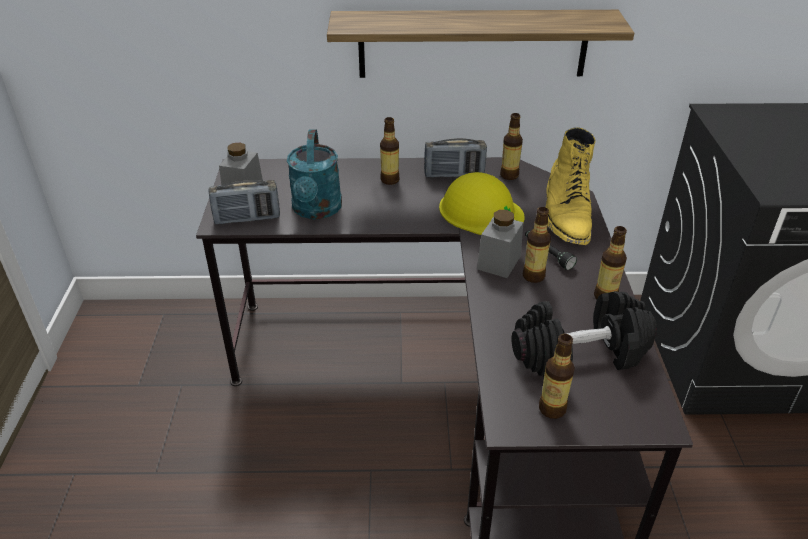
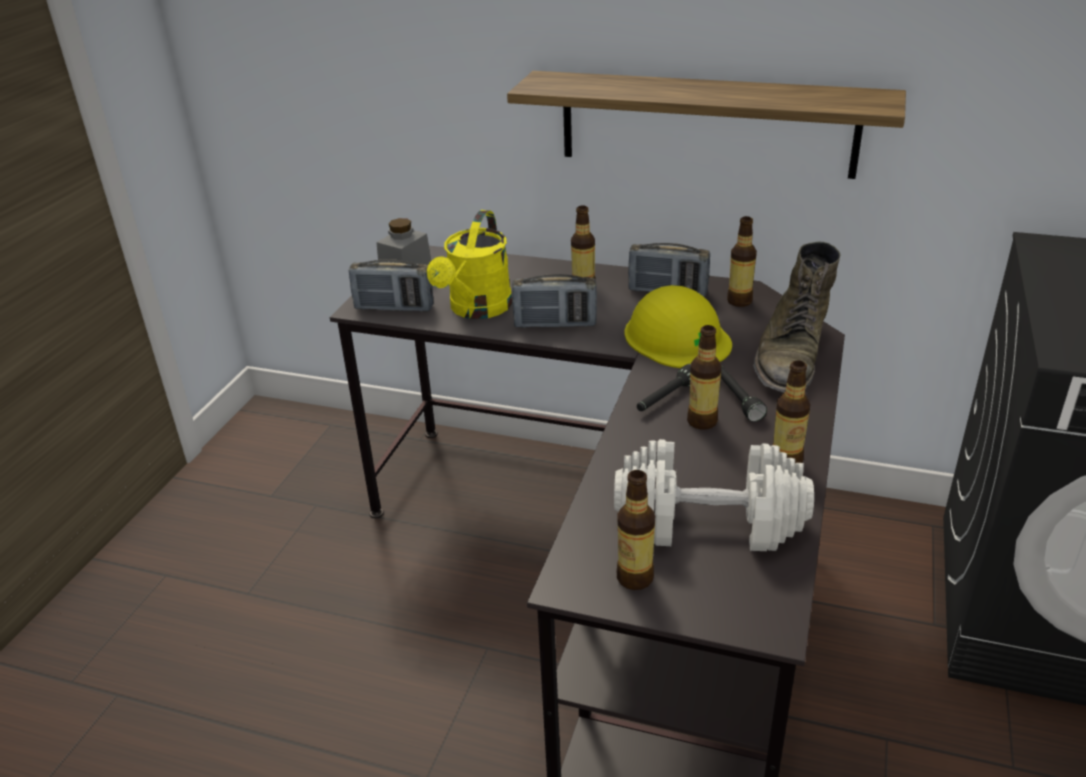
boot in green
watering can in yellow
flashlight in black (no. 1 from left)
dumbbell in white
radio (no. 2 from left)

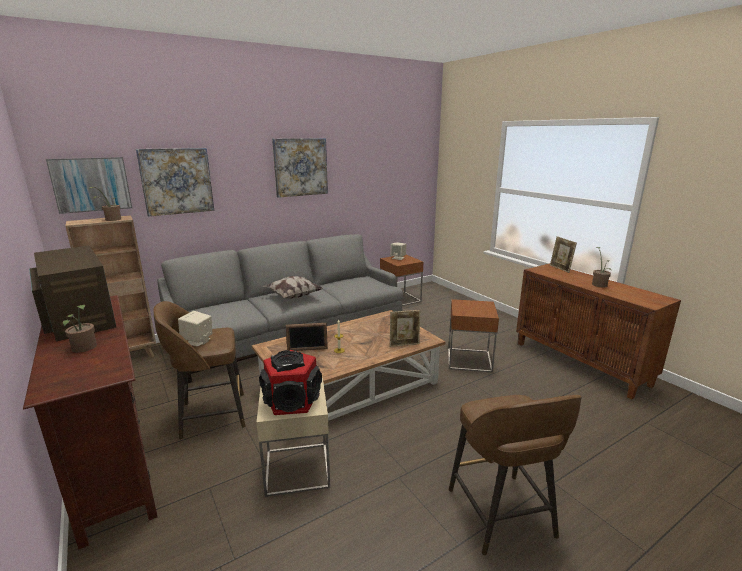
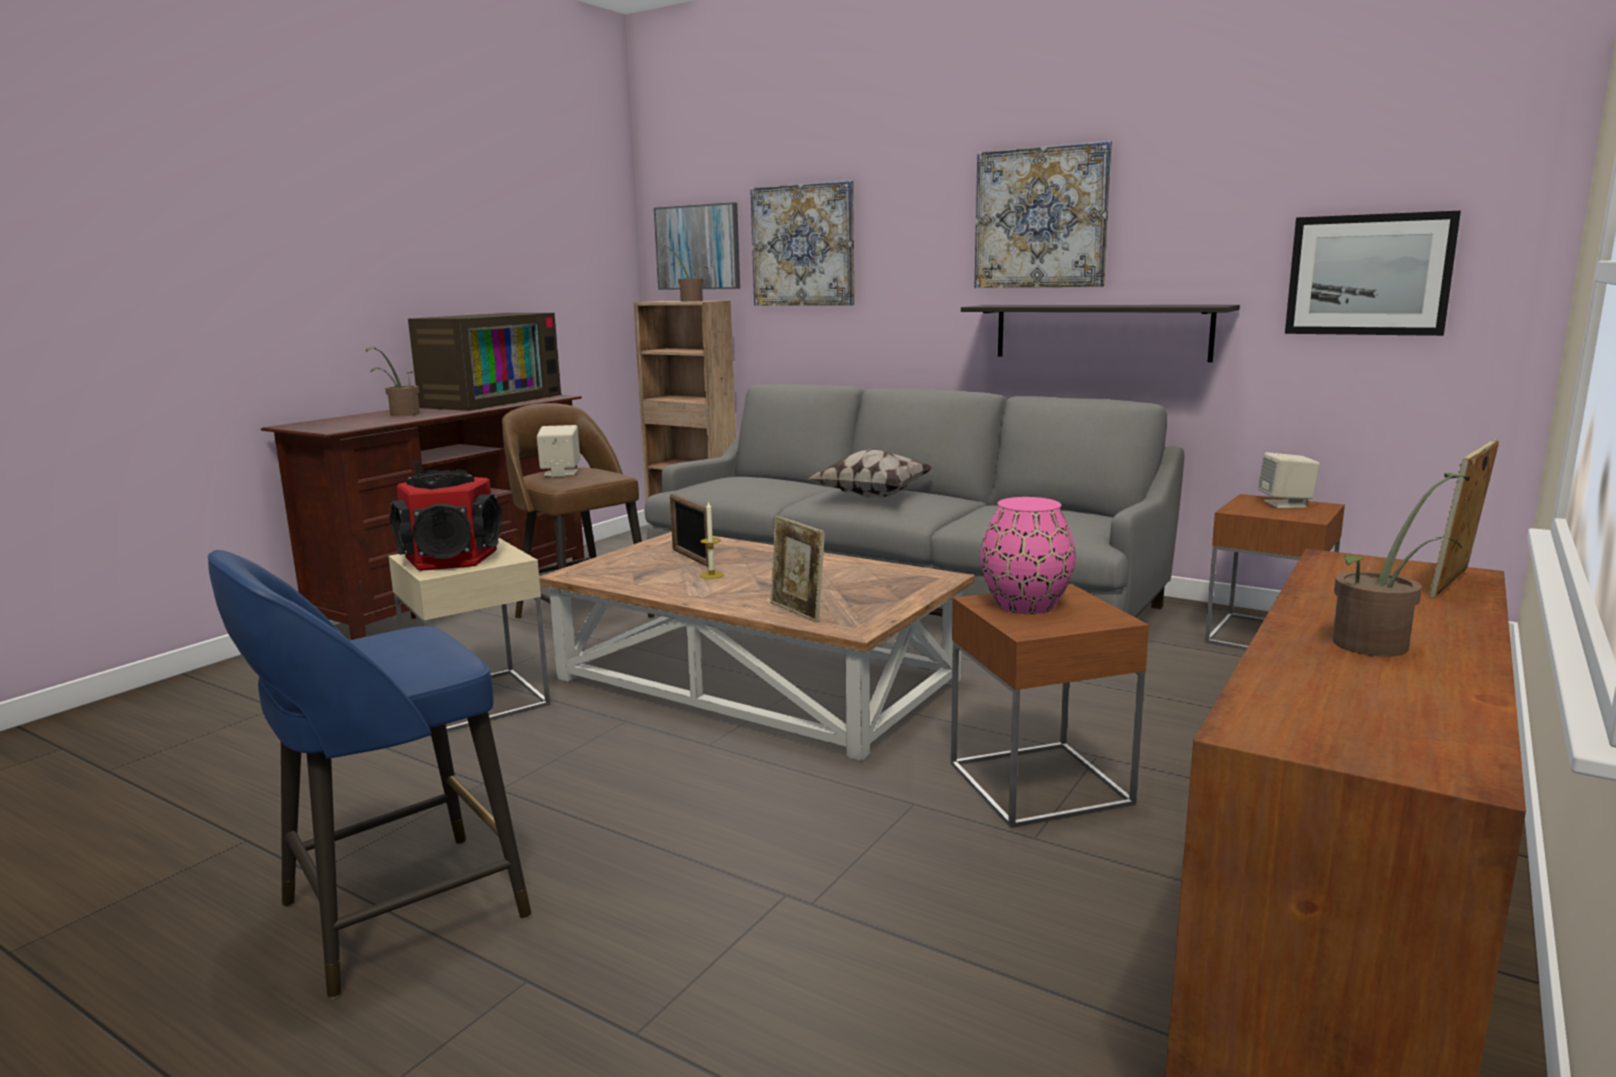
stool in blue
picture (no. 4 from left)
shelf
vase in pink

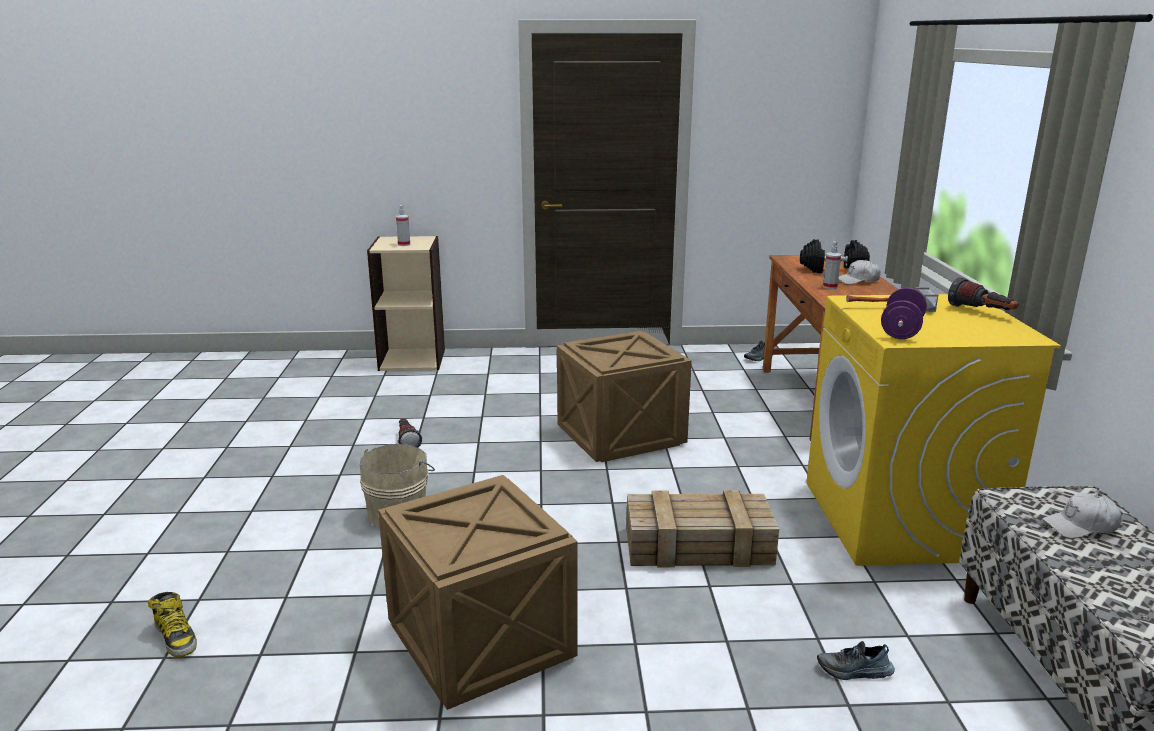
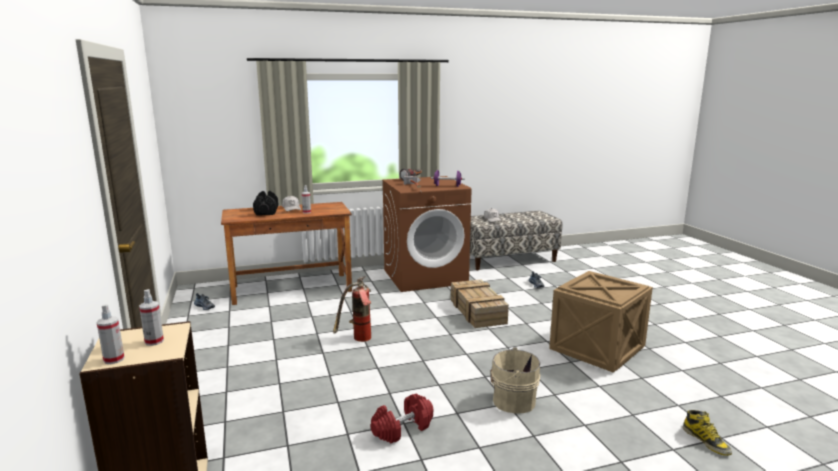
washing machine in brown
fire extinguisher
dumbbell in red
boot
spray bottle (no. 1 from left)

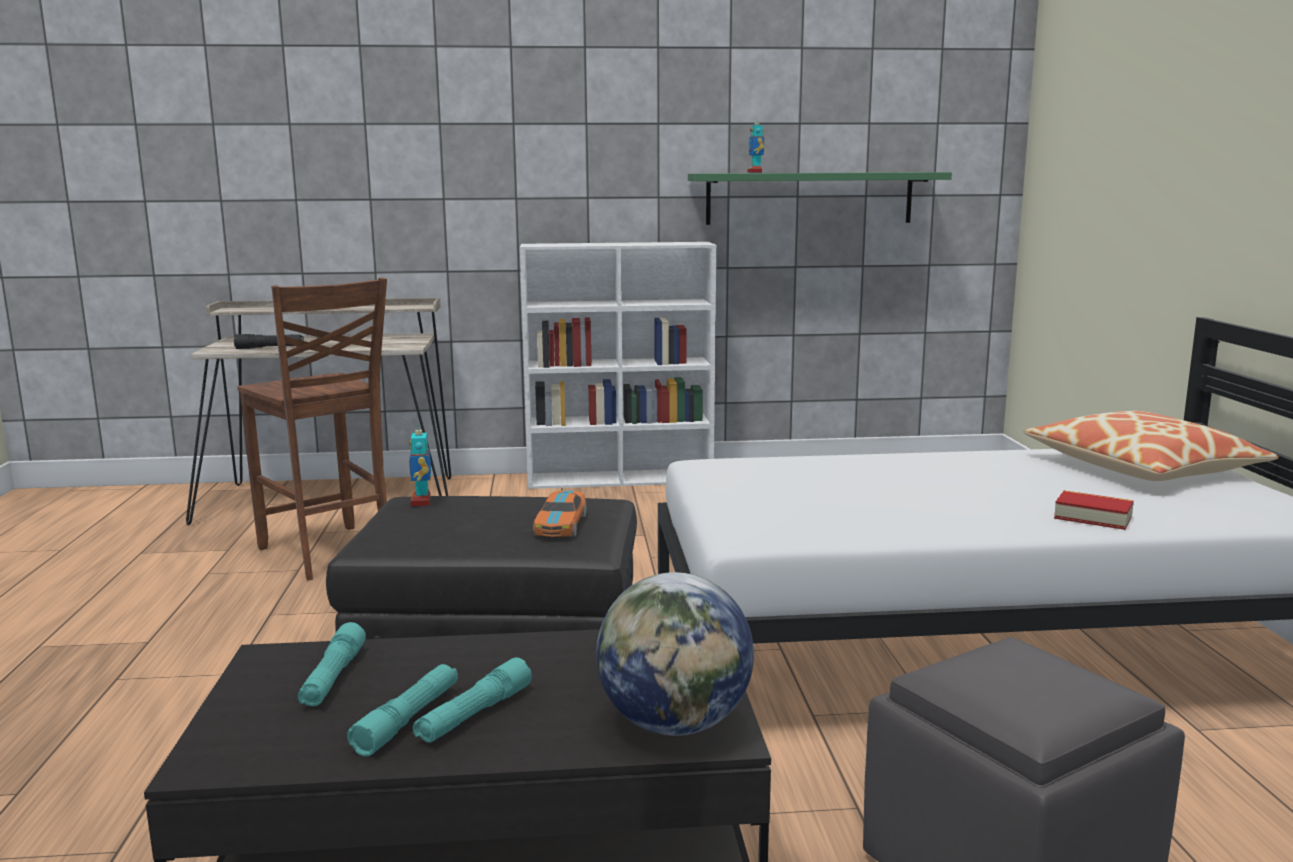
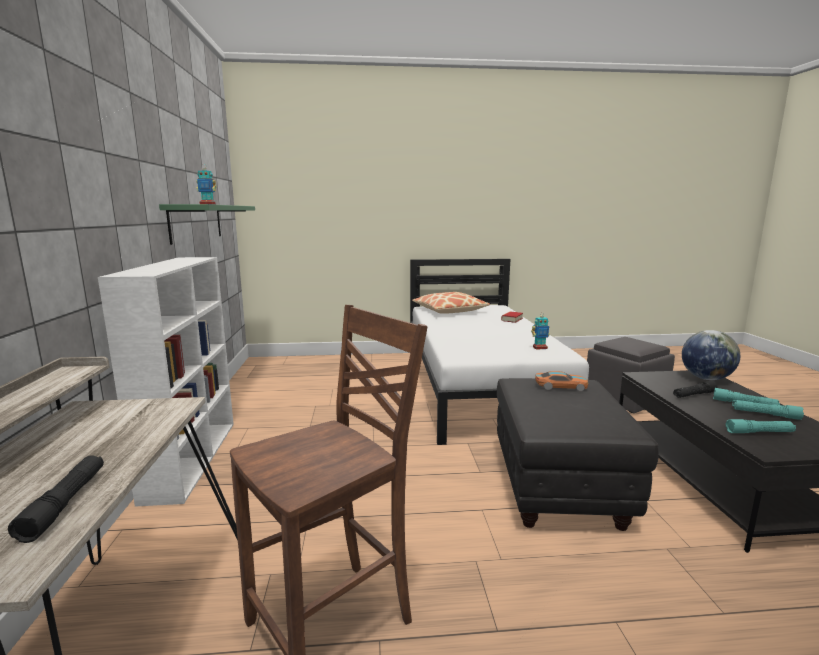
toy robot (no. 2 from left)
flashlight in black (no. 2 from left)

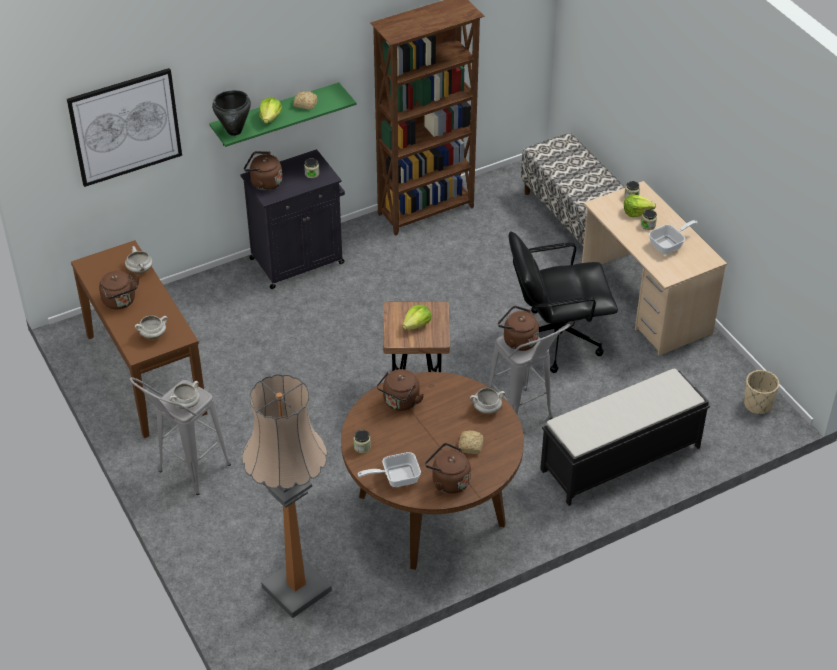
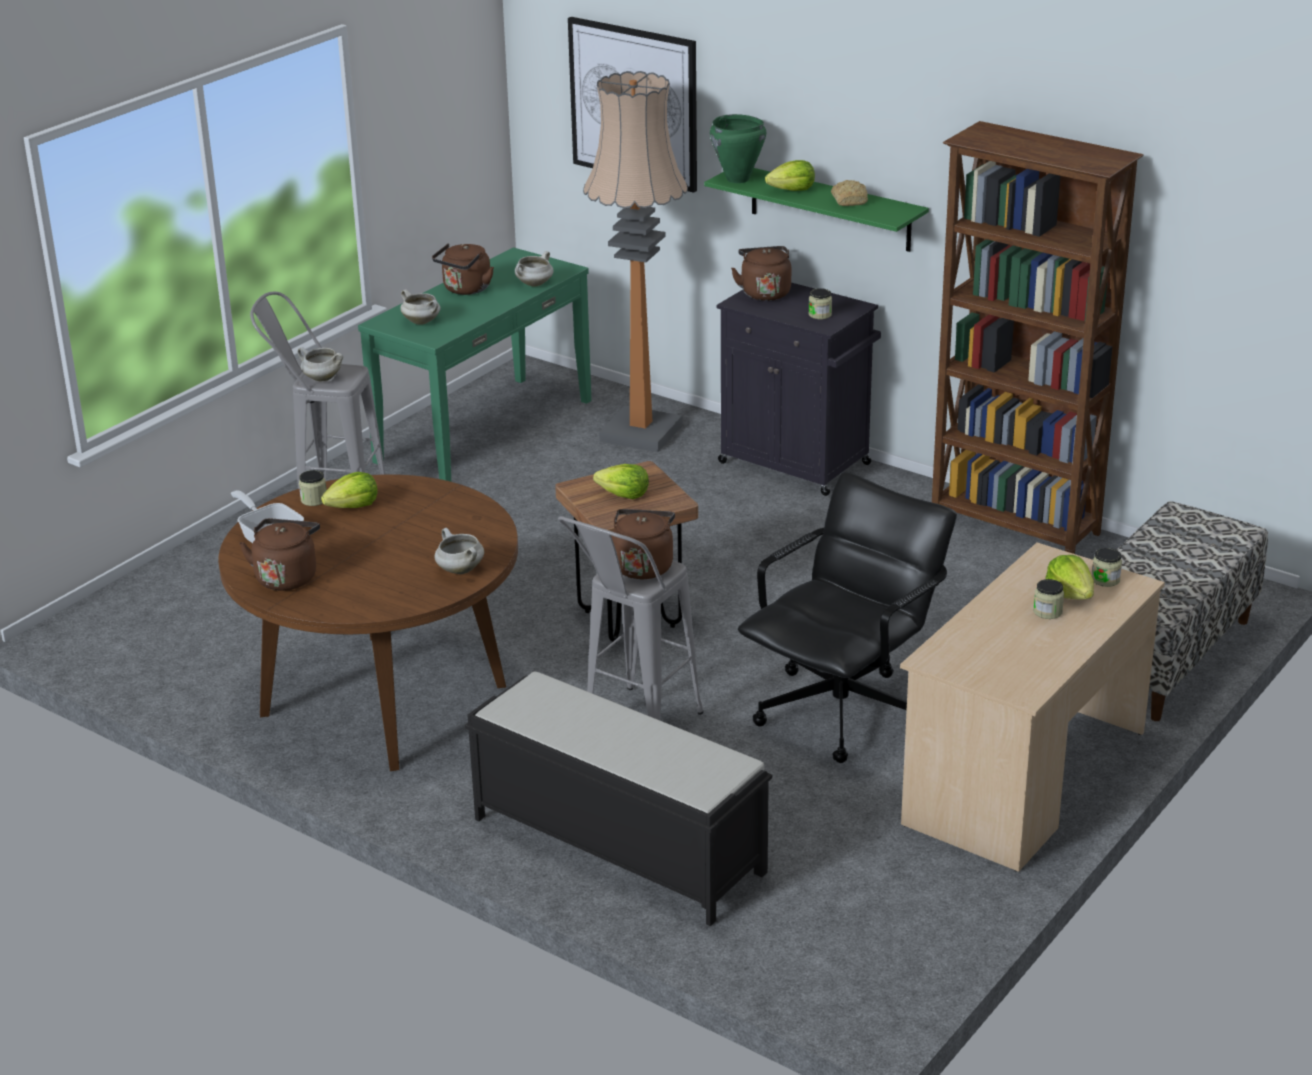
cooking pot in green
frying pan (no. 2 from left in the first image)
office chair in black
console table in green
kettle in brown (no. 3 from left in the first image)
planter in beige
floor lamp
bread (no. 2 from left in the first image)
lettuce (no. 1 from left)

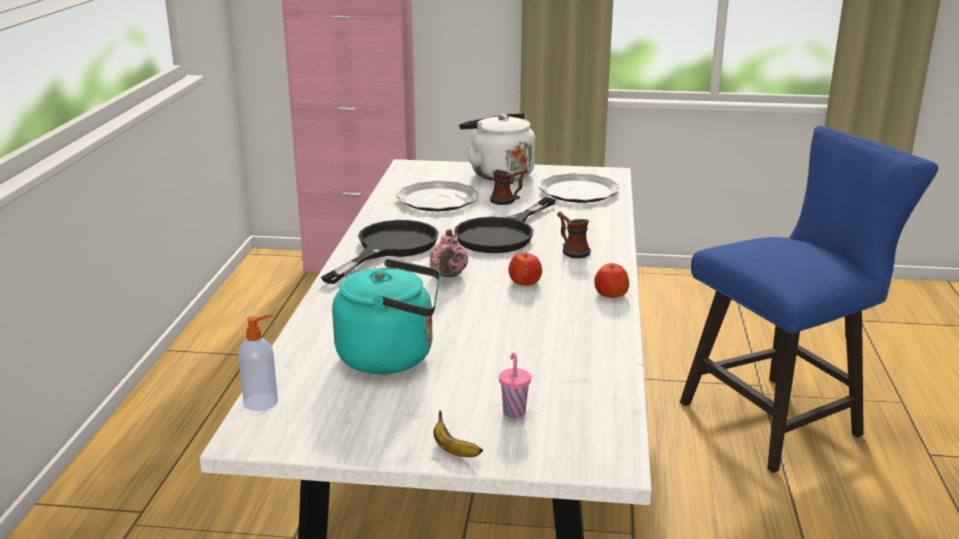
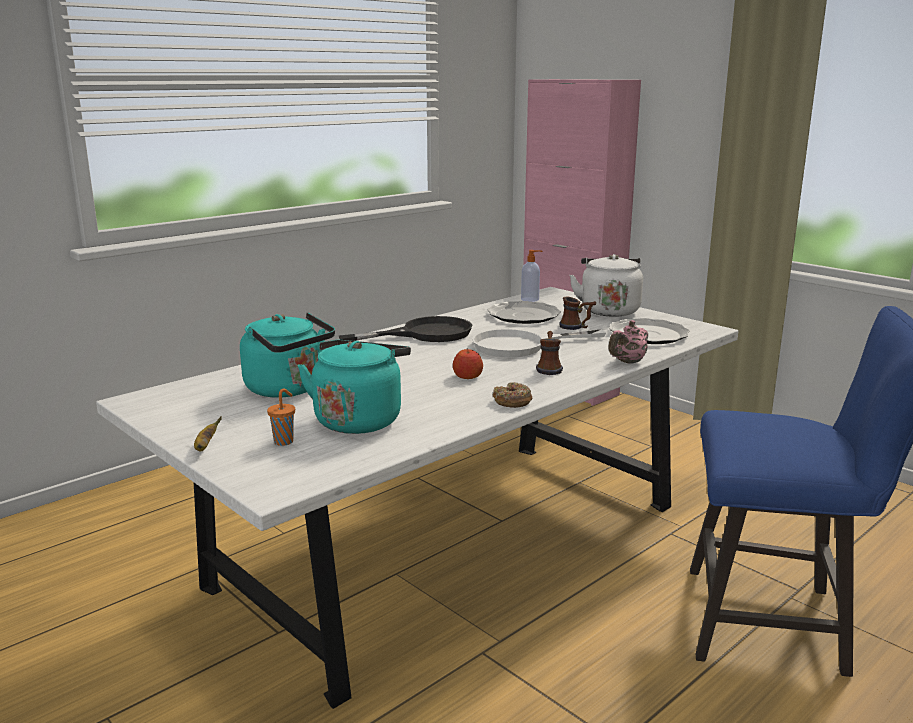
frying pan in white
teapot in pink
donut
soap dispenser
cup in orange
kettle in turquoise (no. 2 from left)

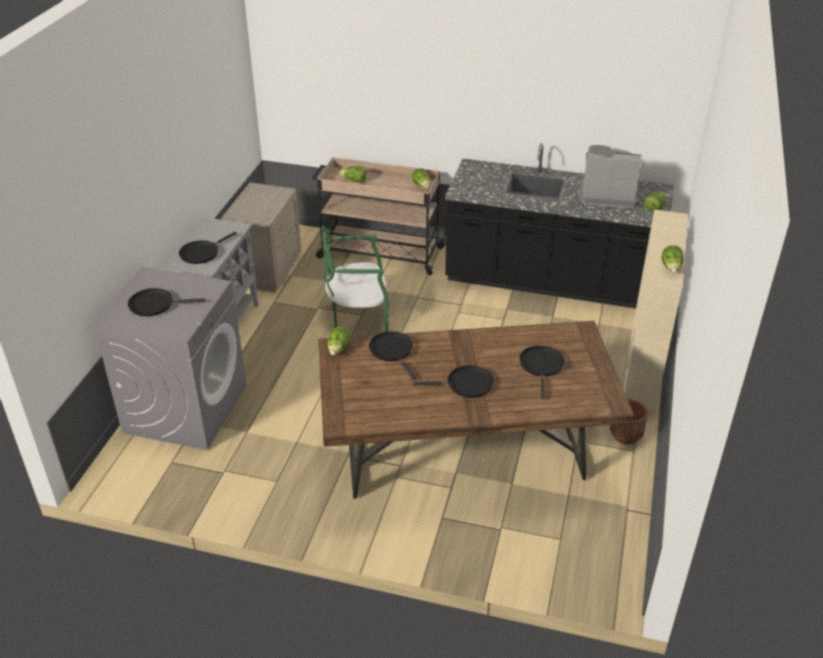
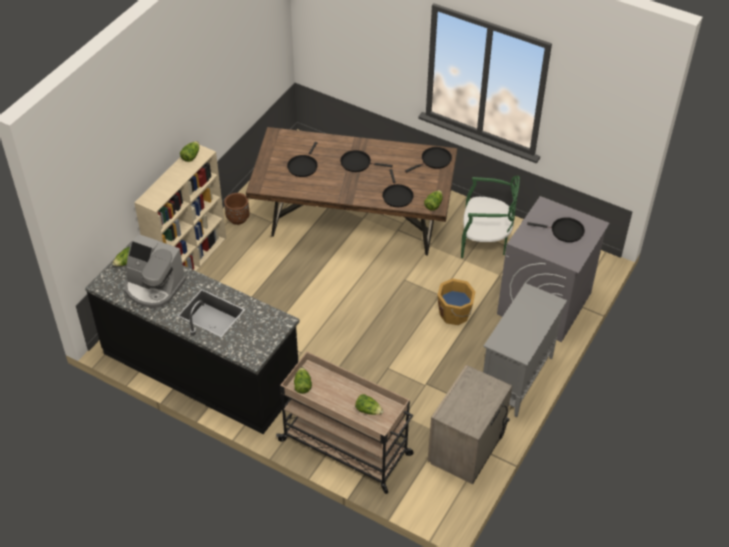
chair in green
frying pan in black (no. 4 from left)
bucket in orange

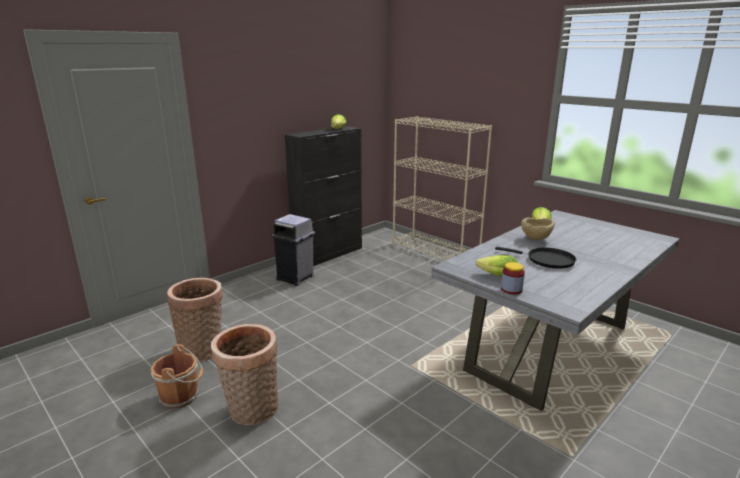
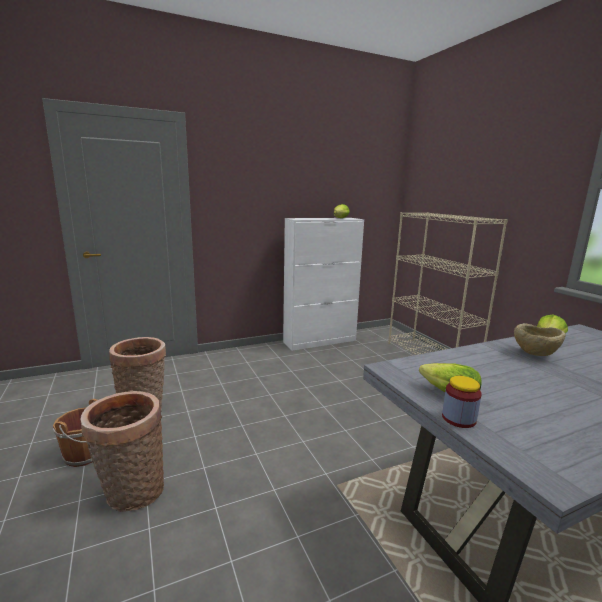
cabinet in white
trash can in grey
frying pan in black

